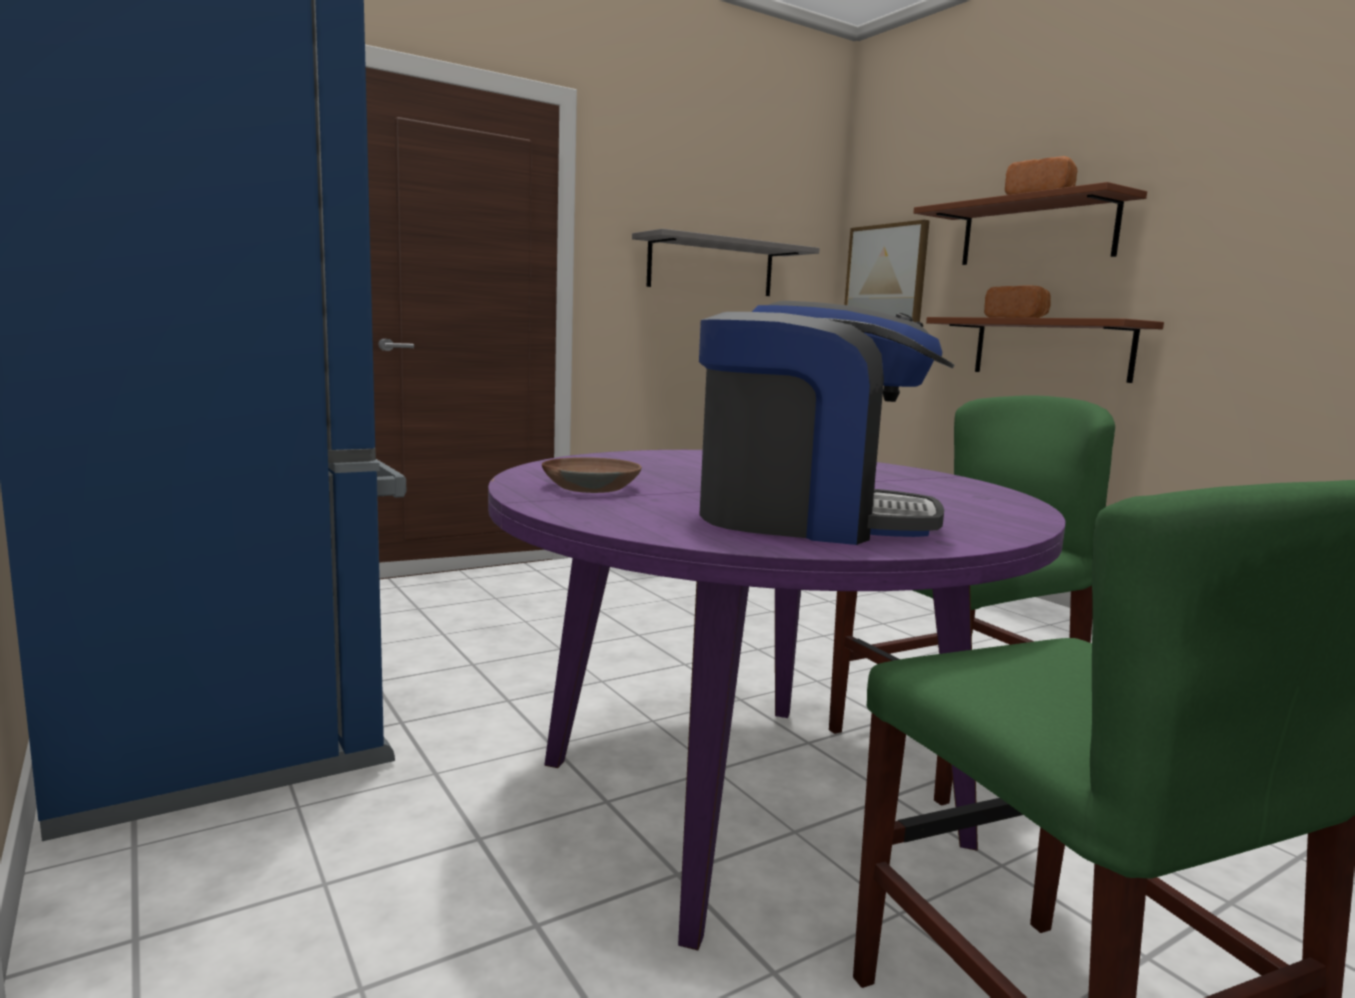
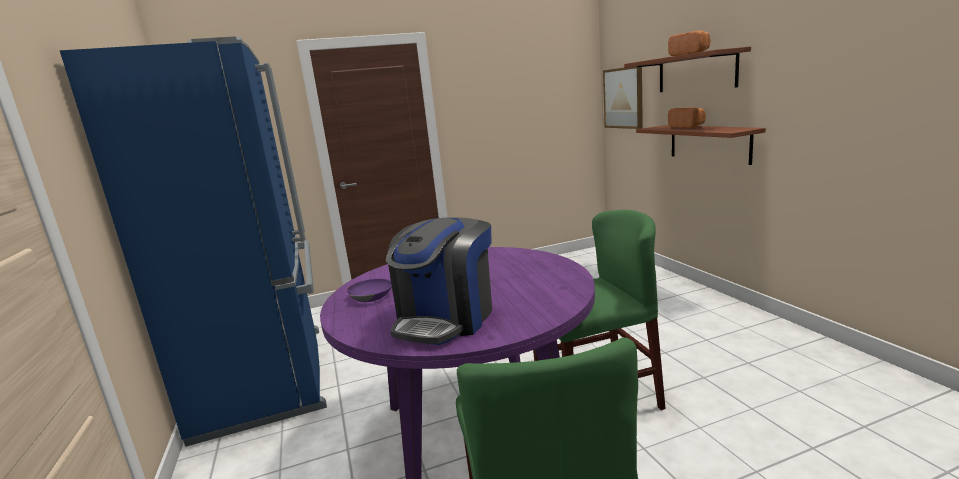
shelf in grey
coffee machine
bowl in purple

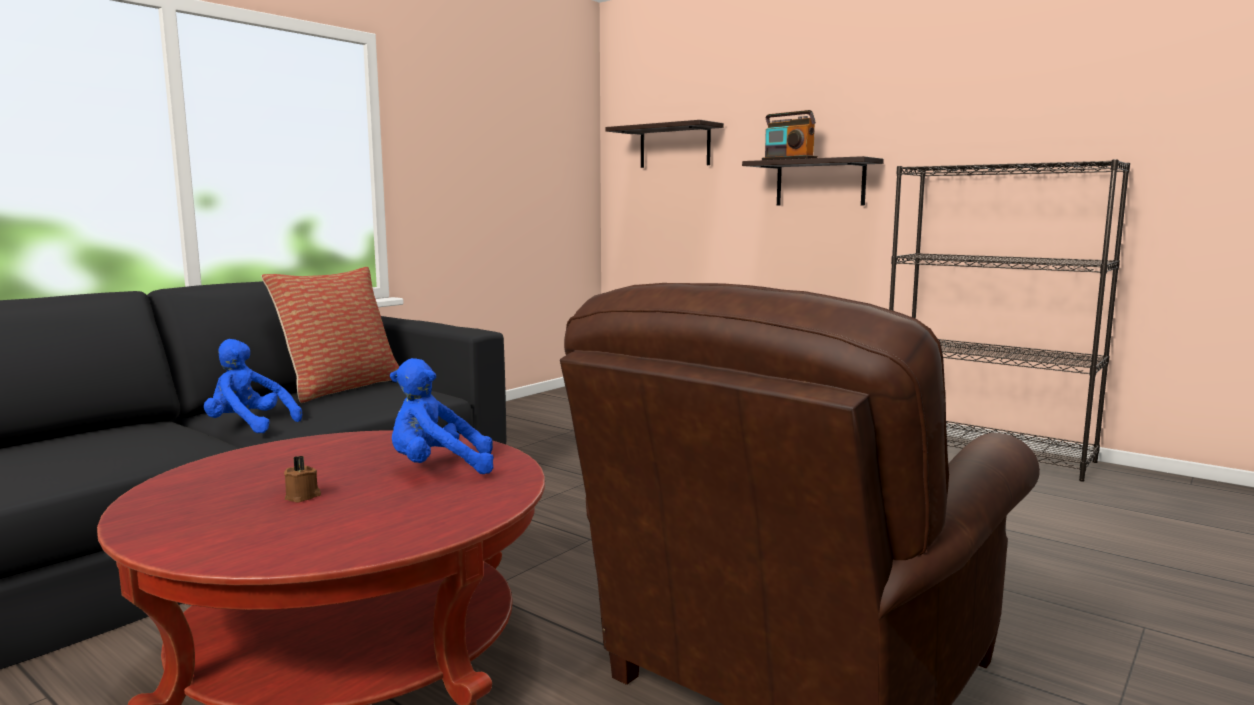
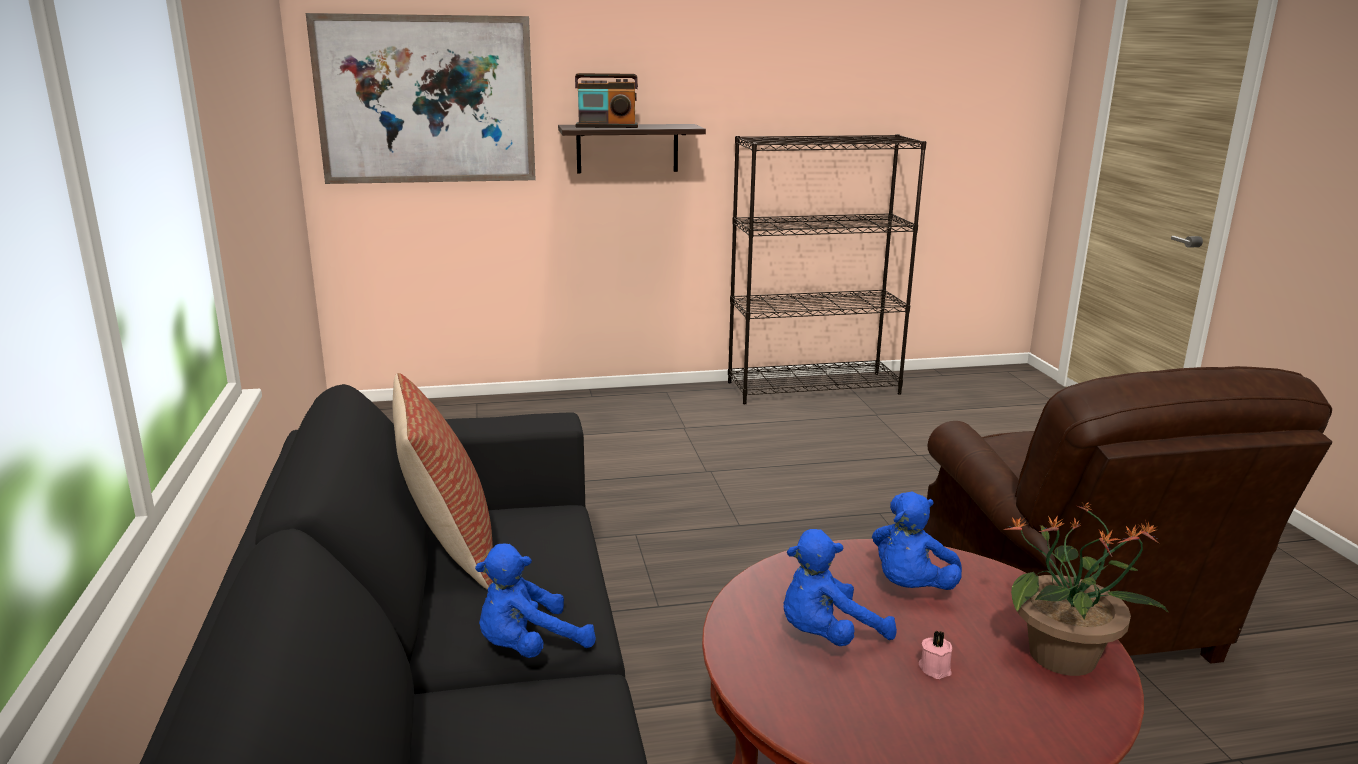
picture
candle in pink
potted plant
plush toy in blue (no. 2 from left)

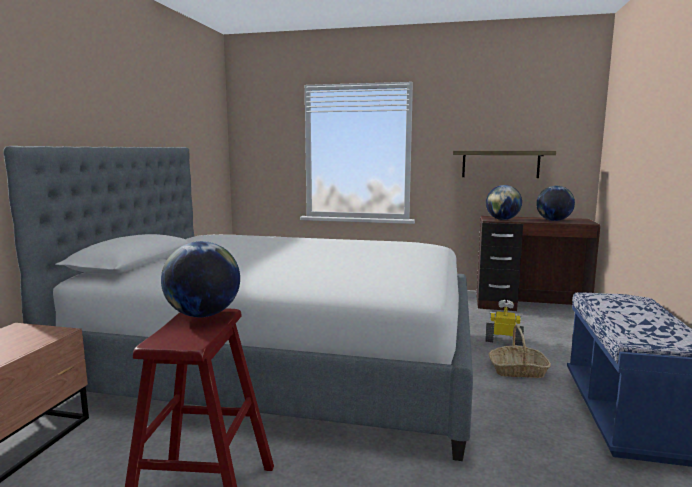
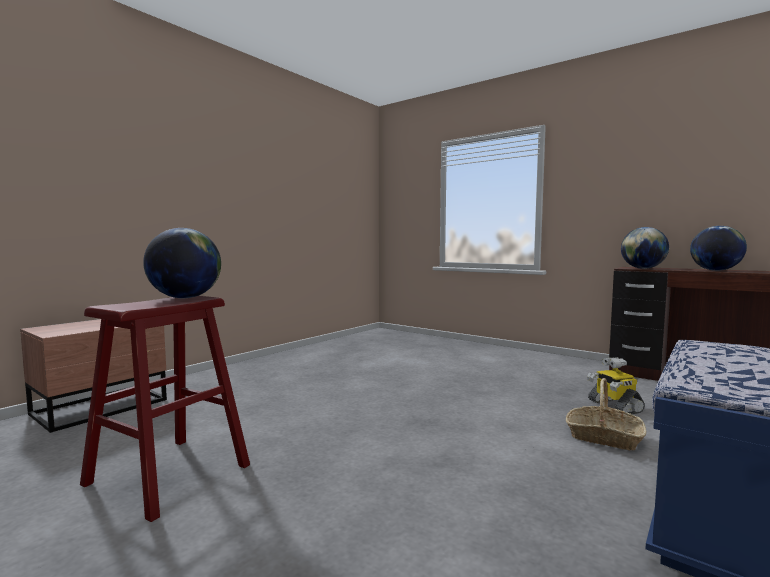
bed
shelf
toy robot

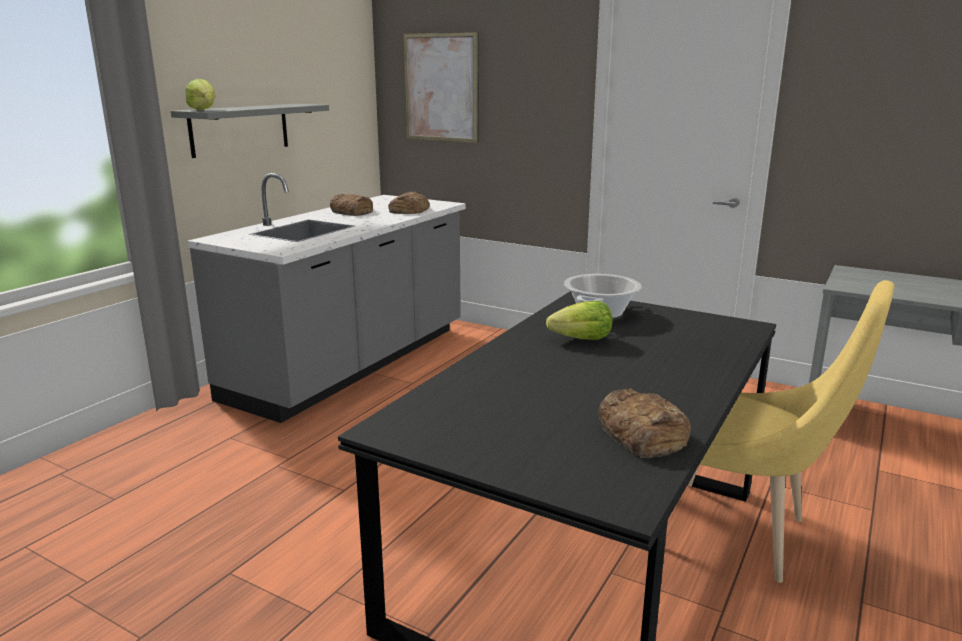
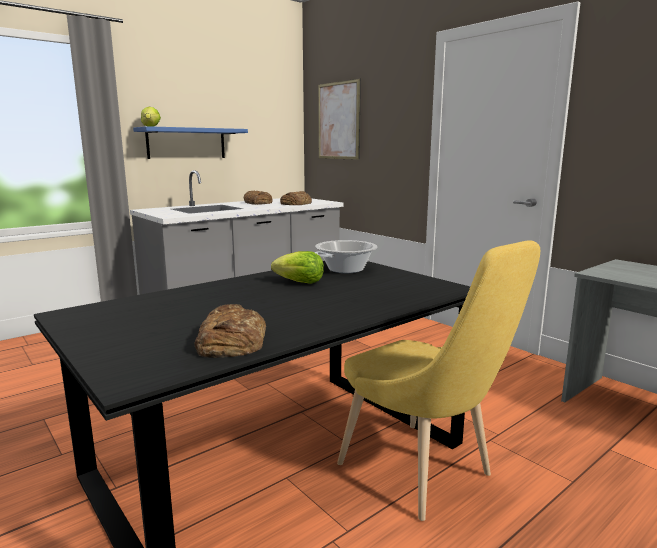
shelf in blue

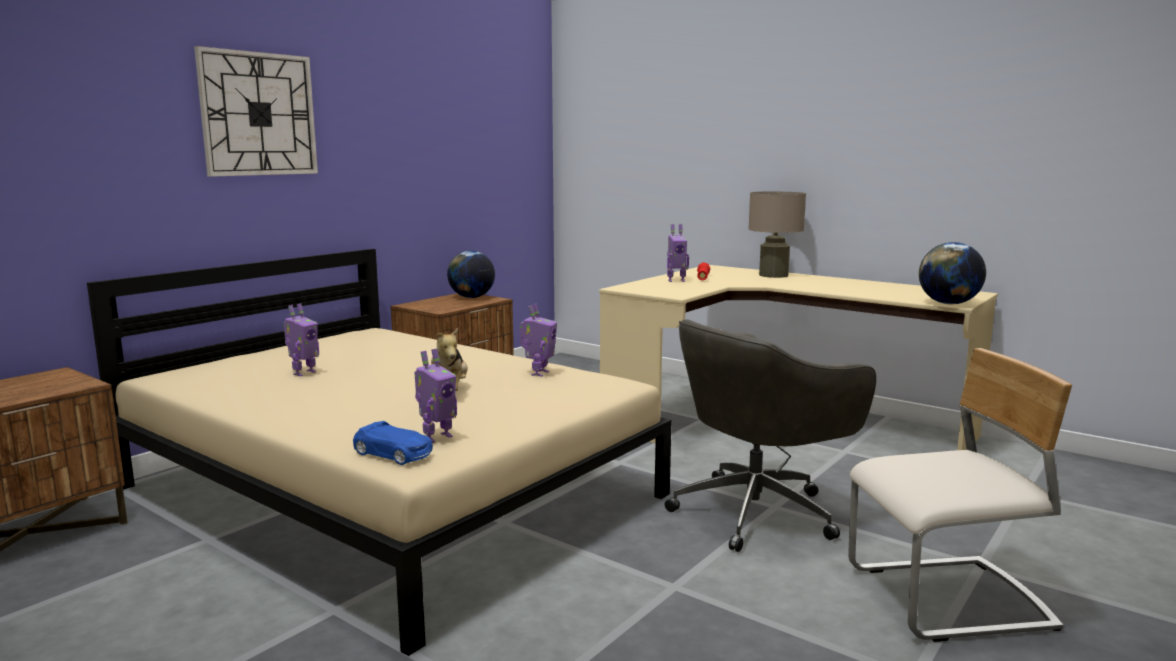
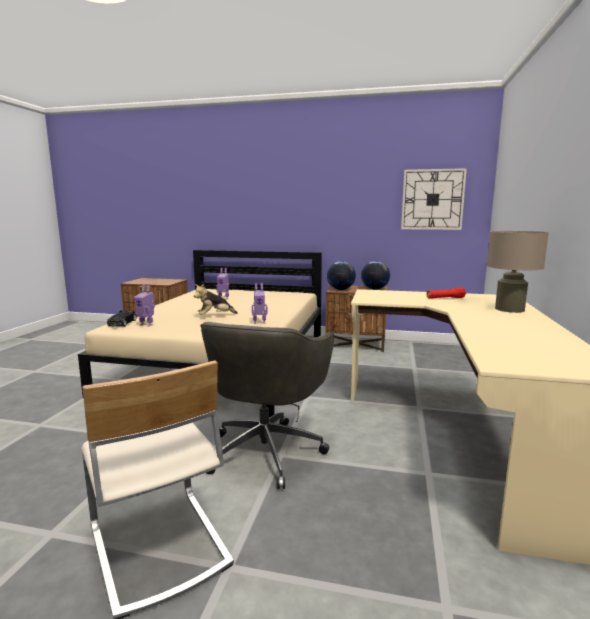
wall clock
toy robot (no. 4 from left in the first image)
globe (no. 1 from left)
office chair in grey
toy car in black

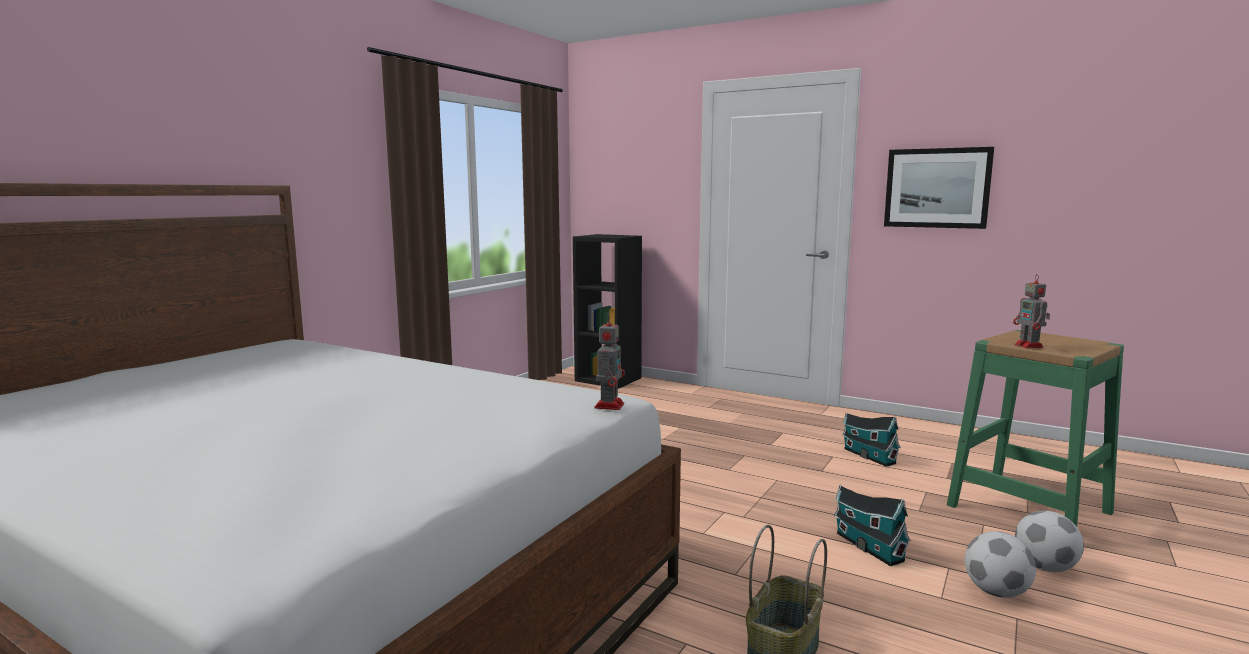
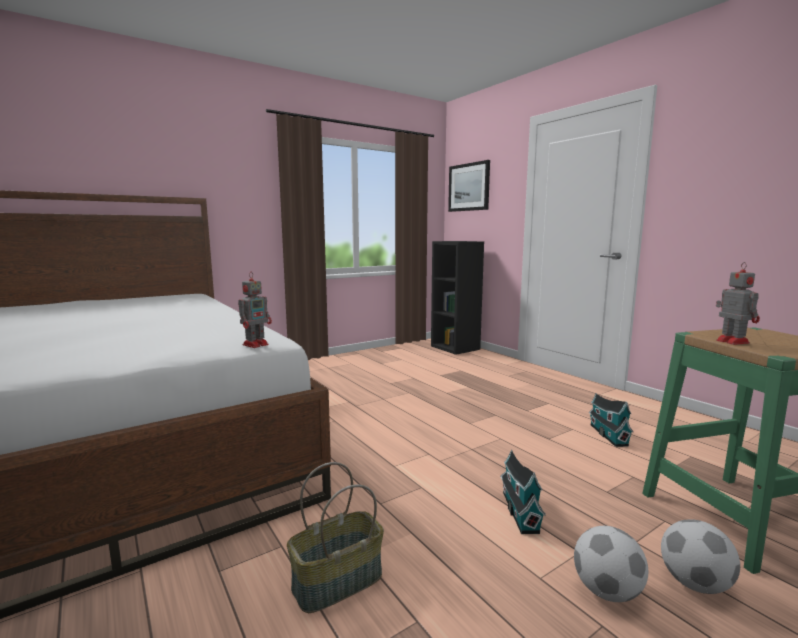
picture
toy robot (no. 2 from left)

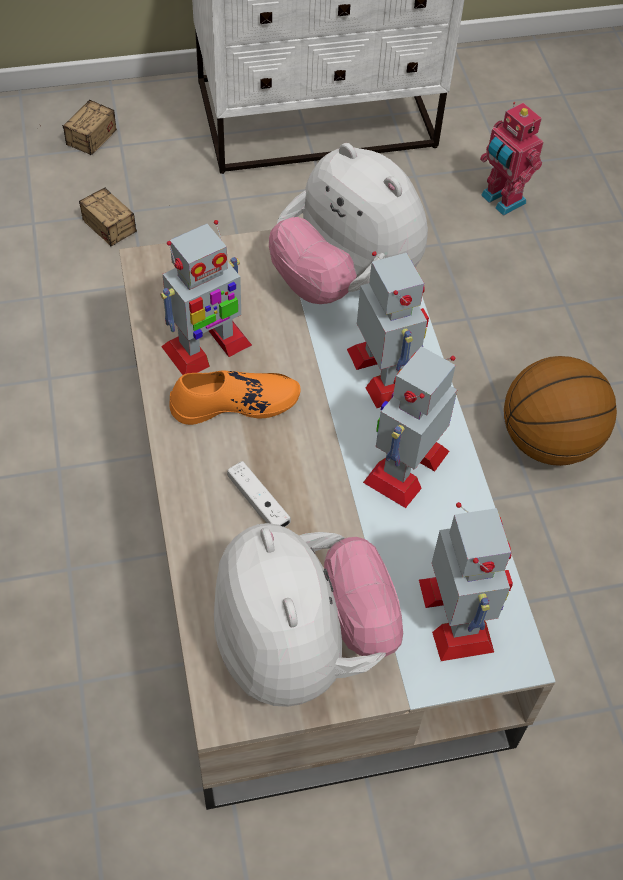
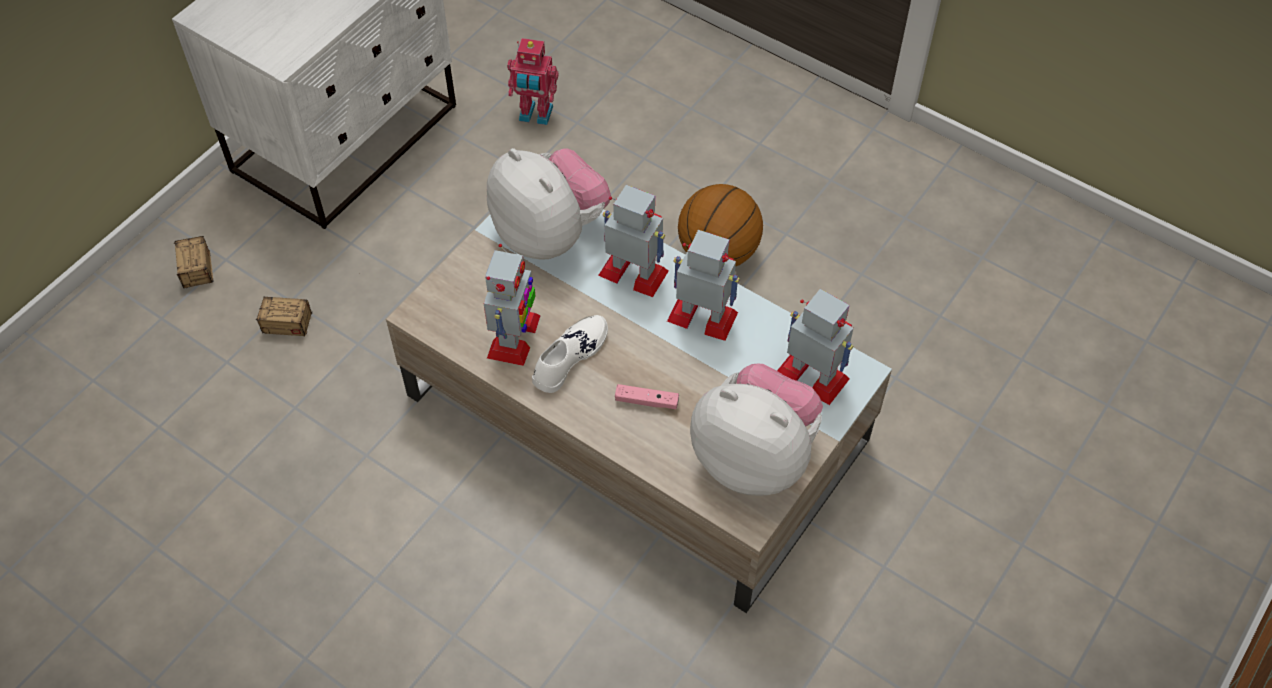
plush toy (no. 1 from left)
toy robot (no. 4 from left)
shoe in white
game controller in pink

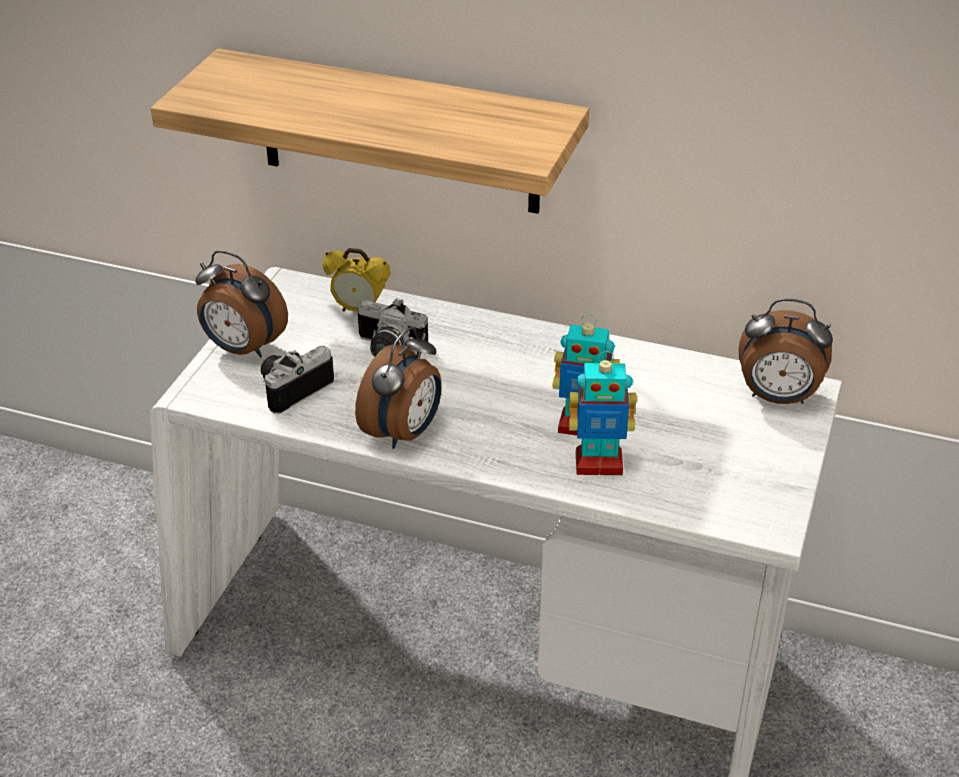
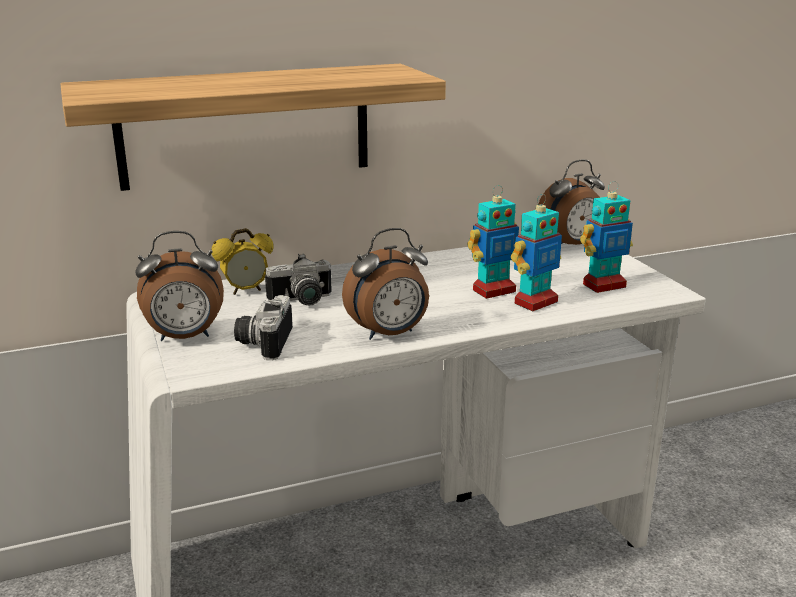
alarm clock (no. 3 from left)
toy robot (no. 3 from left)

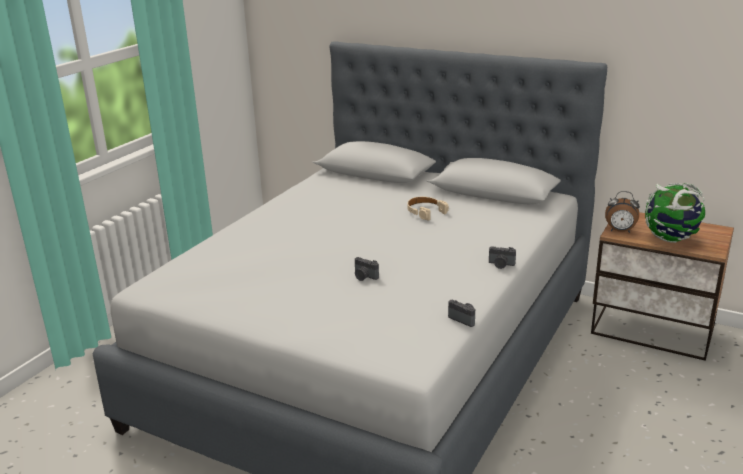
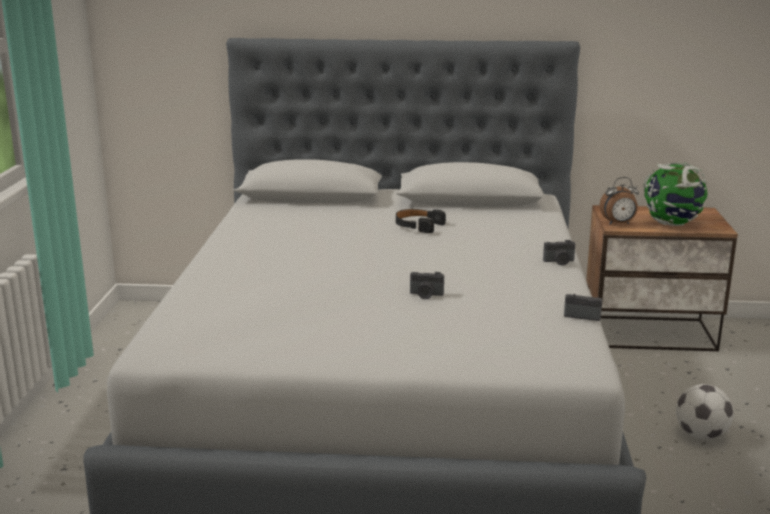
headphones in black
football

